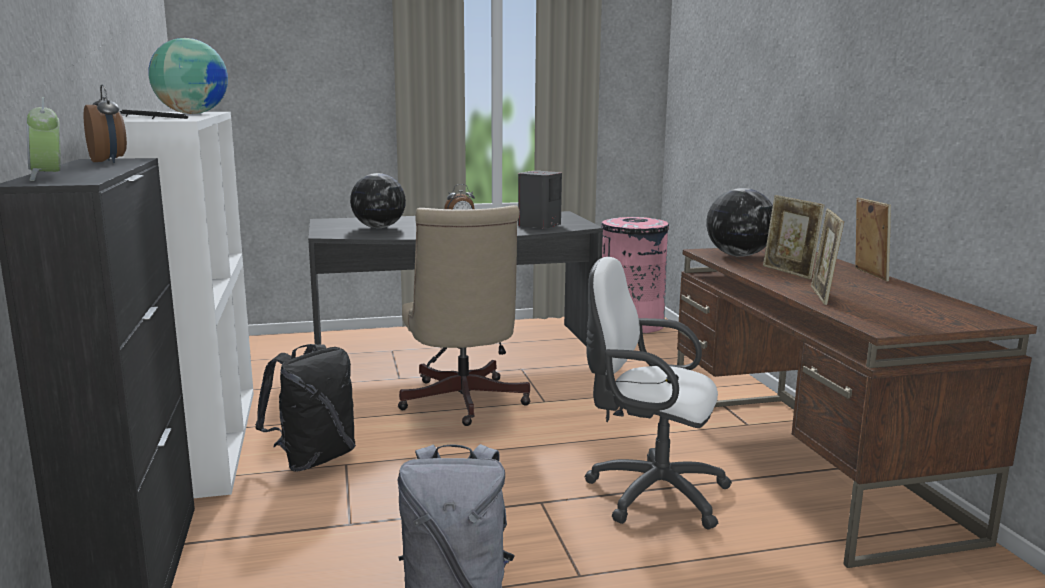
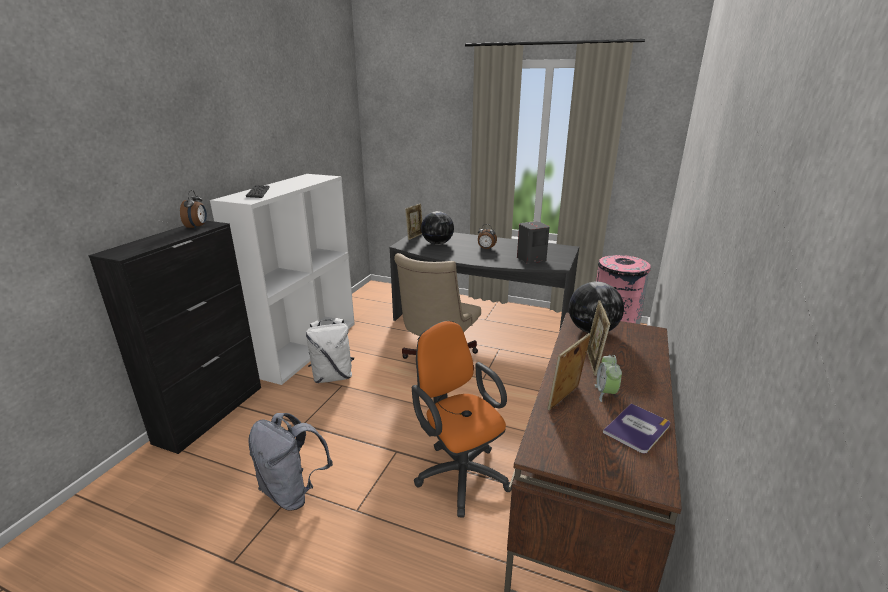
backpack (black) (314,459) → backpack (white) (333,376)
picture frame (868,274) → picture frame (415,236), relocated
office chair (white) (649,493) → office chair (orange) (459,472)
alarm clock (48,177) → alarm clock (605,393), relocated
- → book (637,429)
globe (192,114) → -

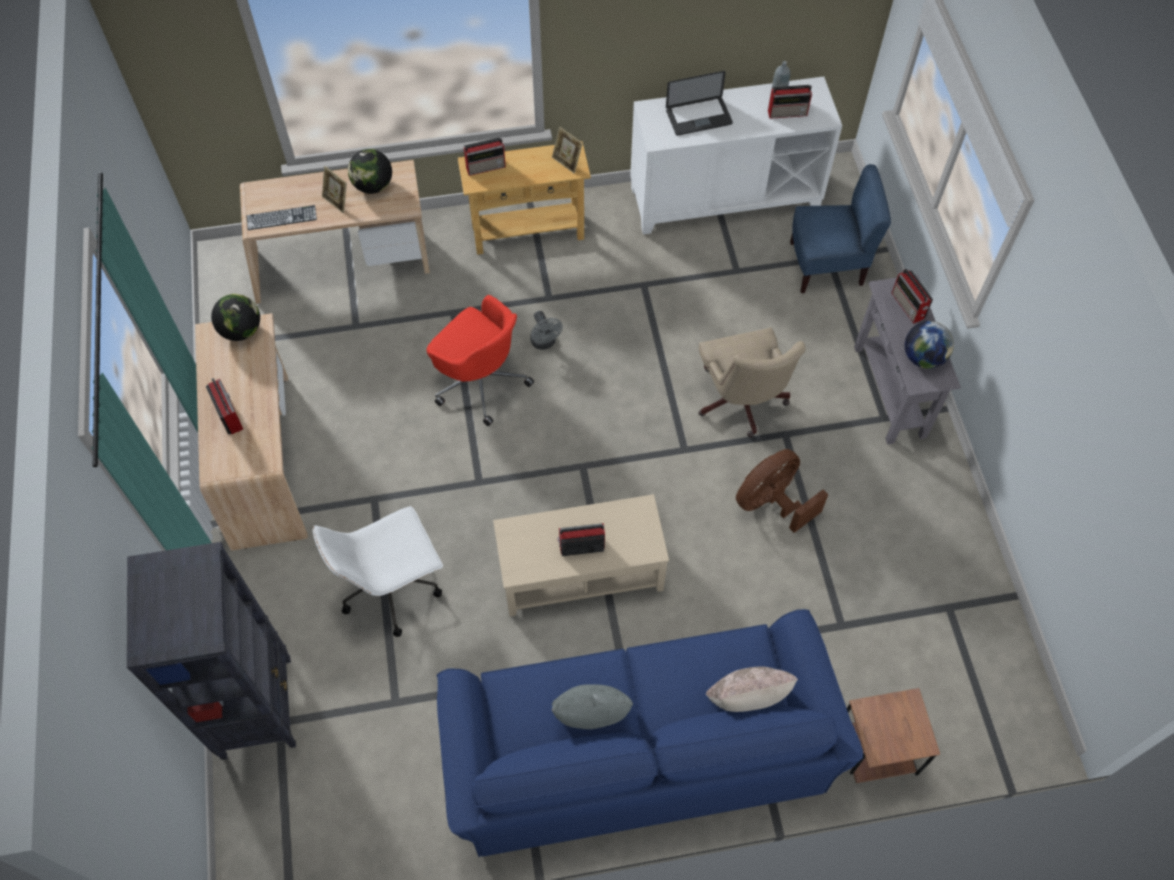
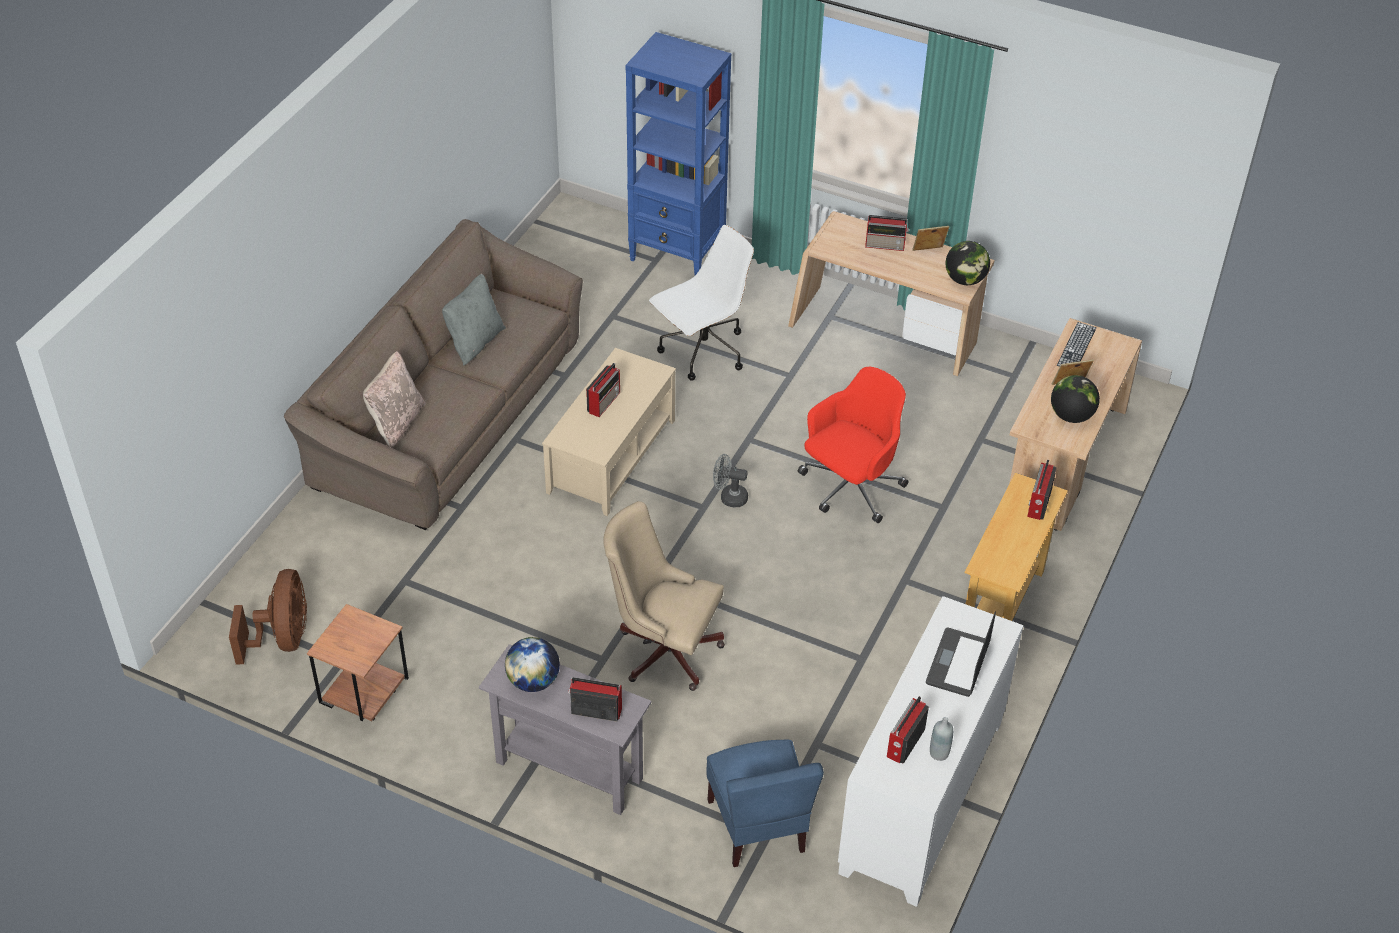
fan (brown) (772,503) → fan (brown) (283,639), relocated
sofa (blue) (637,746) → sofa (brown) (449,414)
side table (brown) (873,755) → side table (brown) (365,698), relocated
bookcase (black) (257,706) → bookcase (blue) (677,255)
office chair (white) (392,587) → office chair (white) (702,352), 45 degrees clockwise
chair (blue) (826,265) → chair (blue) (758,826), 45 degrees counterclockwise
fan (grey) (544,343) → fan (grey) (729,497), relocated
office chair (red) (480,380) → office chair (red) (850,488), 150 degrees clockwise
picture frame (567,162) → picture frame (928,252), relocated

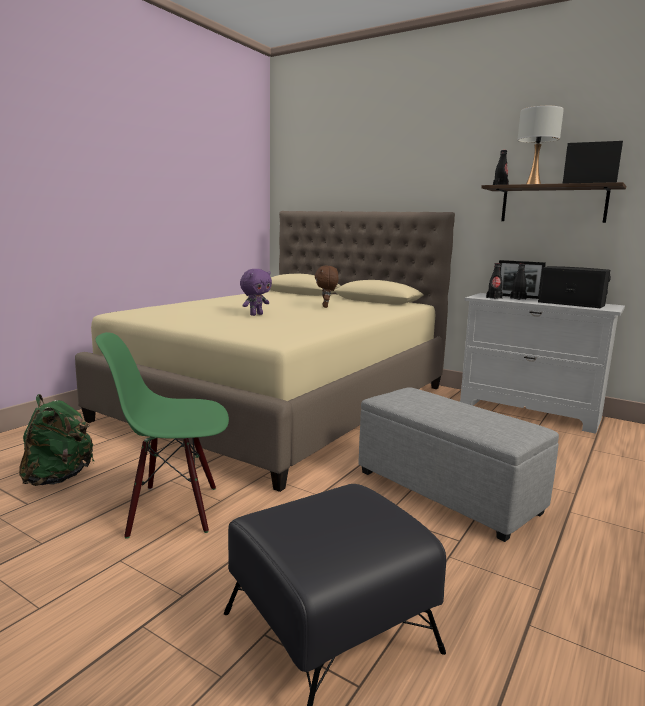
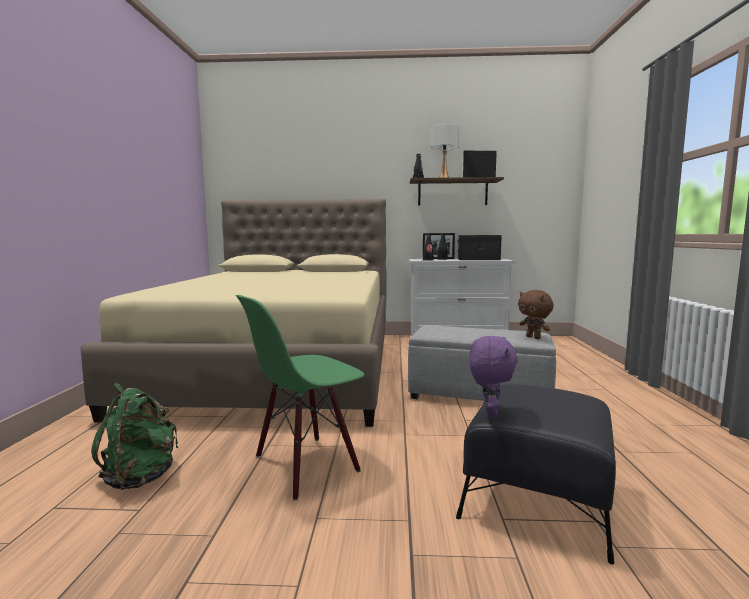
plush toy (purple) (256,314) → plush toy (purple) (489,413), relocated
plush toy (brown) (326,306) → plush toy (brown) (534,337), relocated

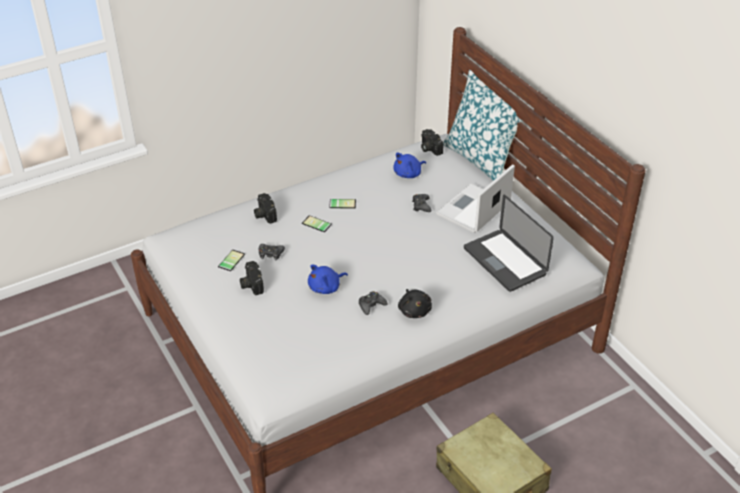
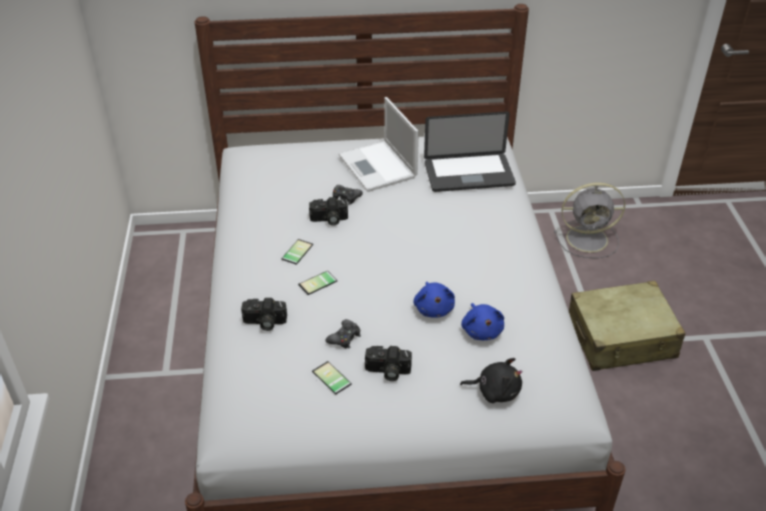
photo camera (429,148) → photo camera (329,220), relocated
plush toy (black) (414,310) → plush toy (black) (495,391), relocated
plush toy (blue) (408,174) → plush toy (blue) (481,330), relocated
- → fan (grey) (589,239)
game controller (black) (371,305) → -
pillow (481,159) → -

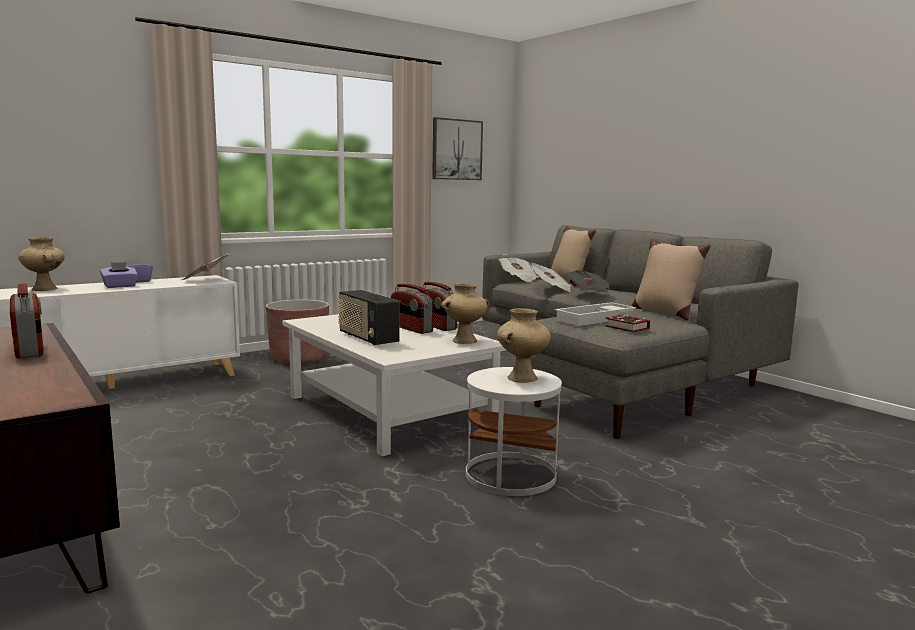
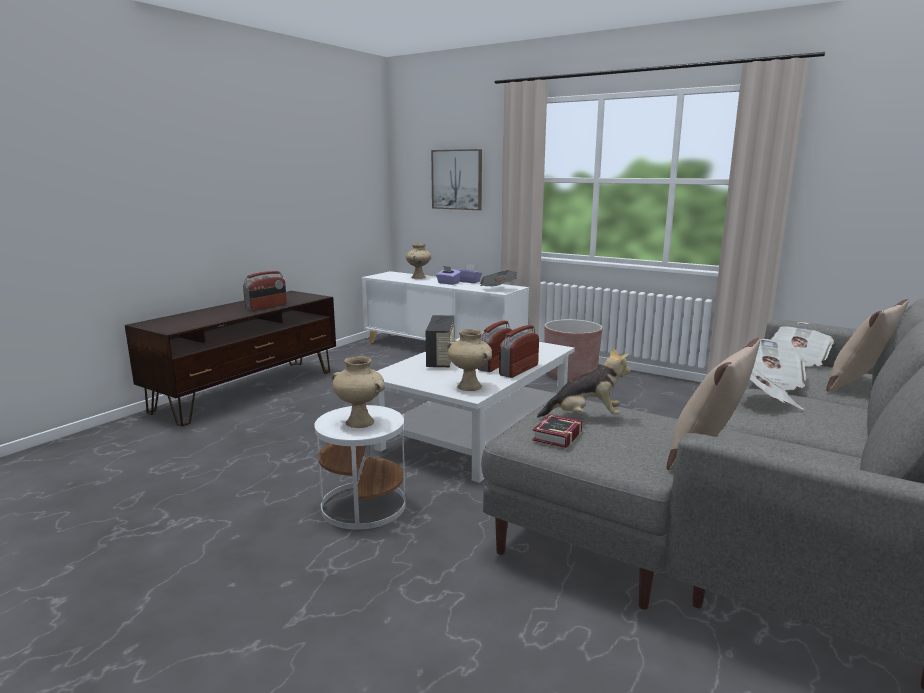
radio (367,338) → radio (441,359), 150 degrees clockwise
picture (456,149) → picture (457,179), relocated
tray (white) (595,319) → plush toy (585,417)

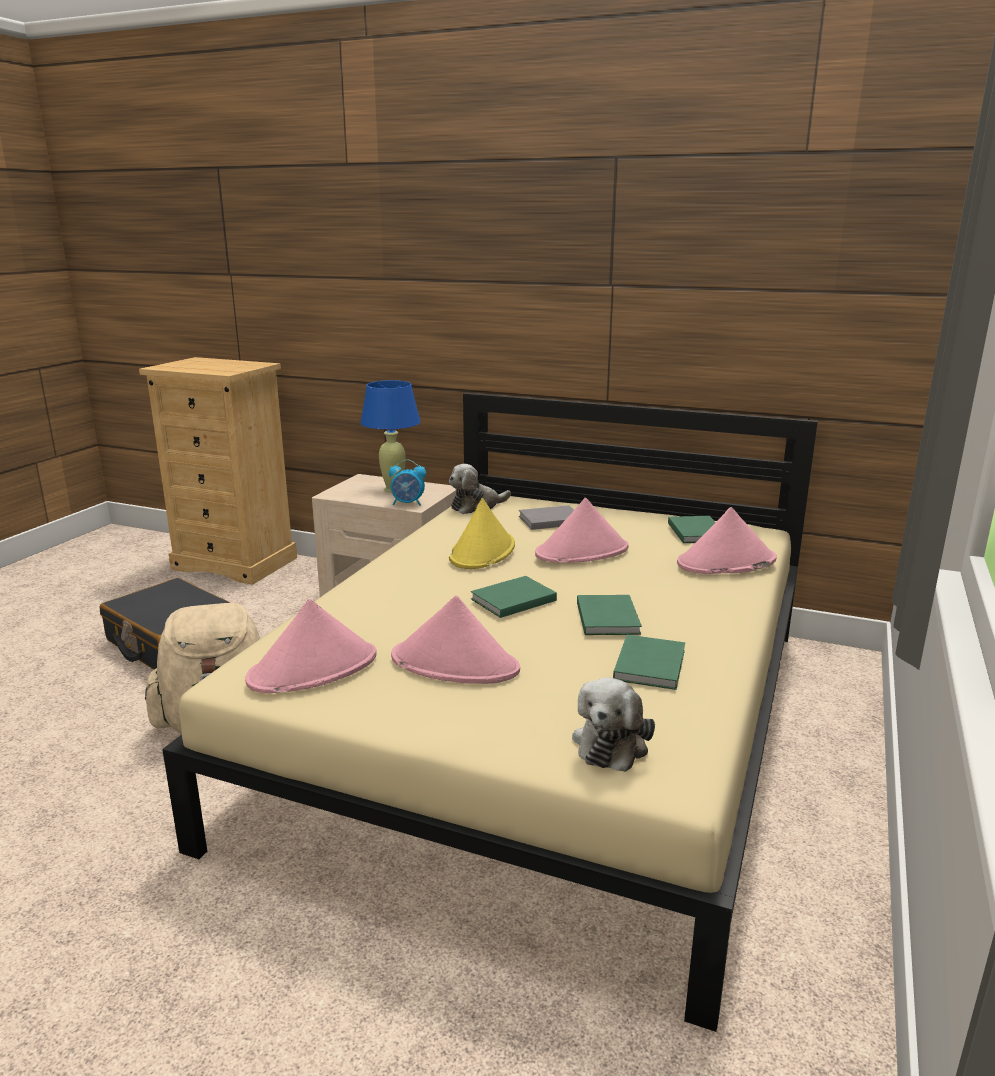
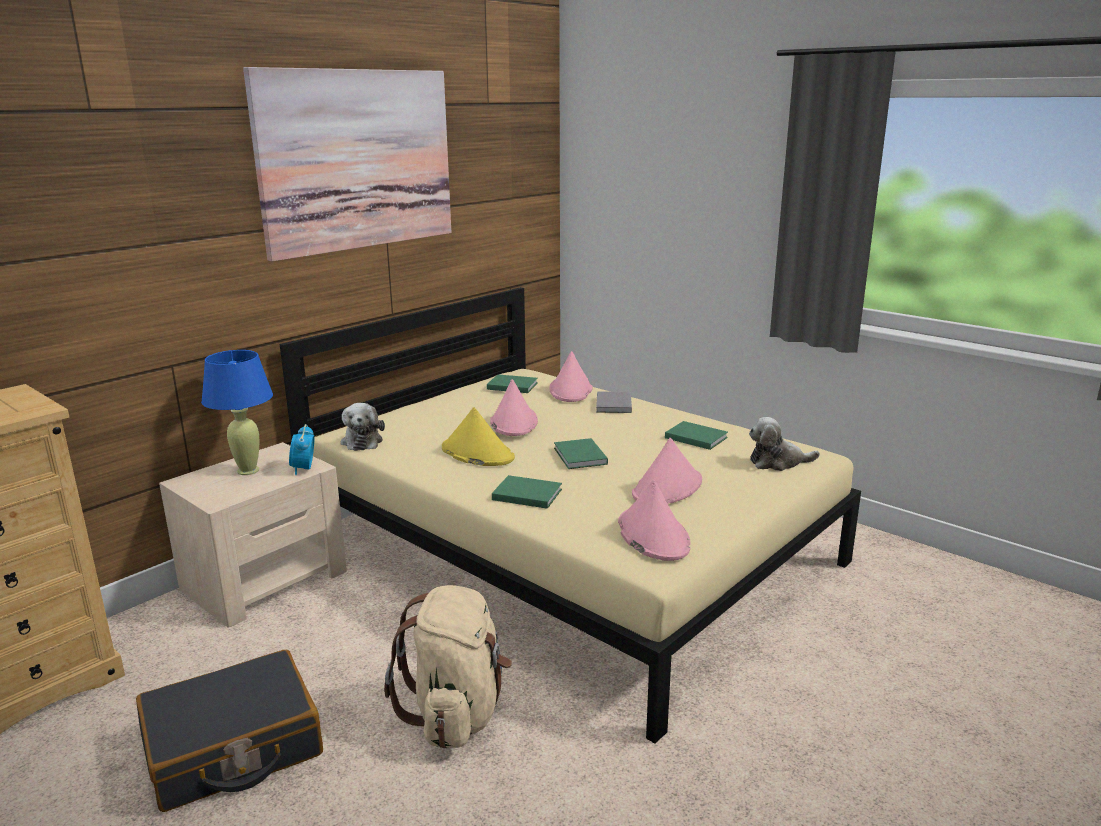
- → picture (357,160)
alarm clock (408,504) → alarm clock (304,469), 150 degrees clockwise
book (green) (608,617) → book (green) (526,494), relocated
book (grey) (548,520) → book (grey) (613,405), relocated
plush toy (612,742) → plush toy (778,462), 135 degrees clockwise

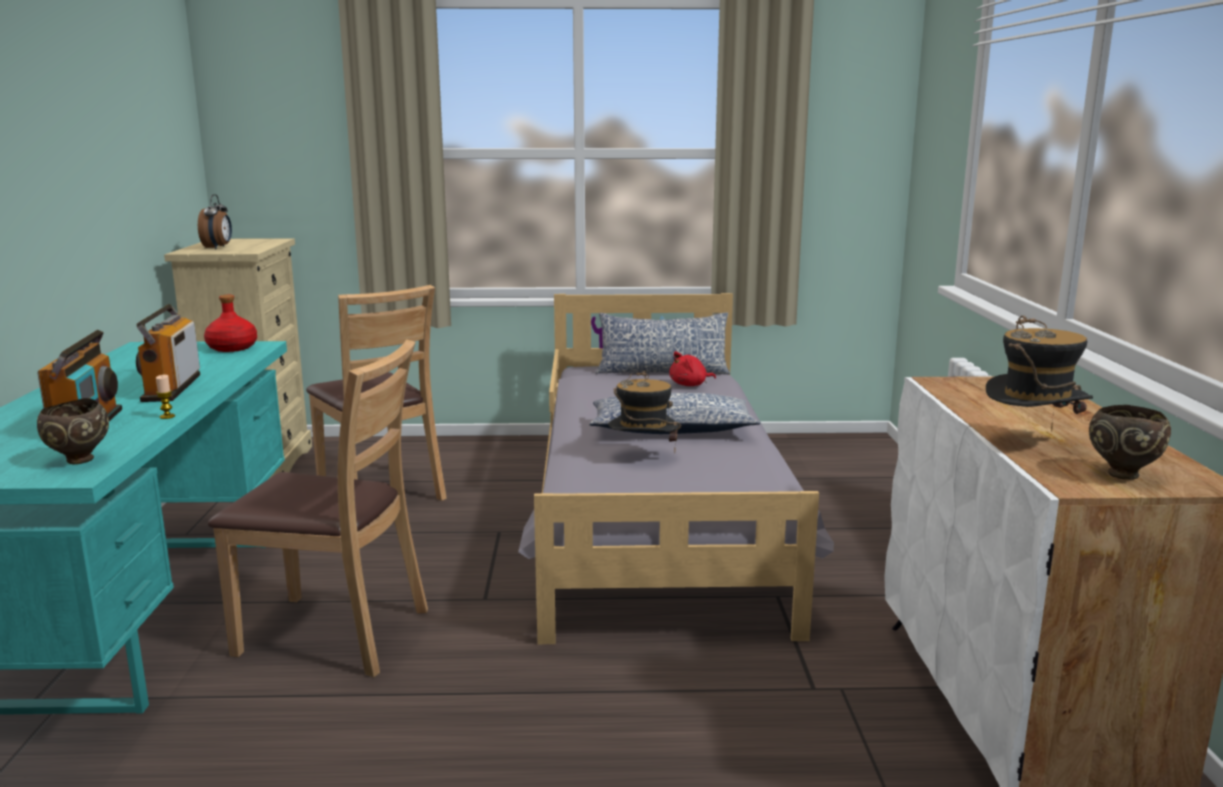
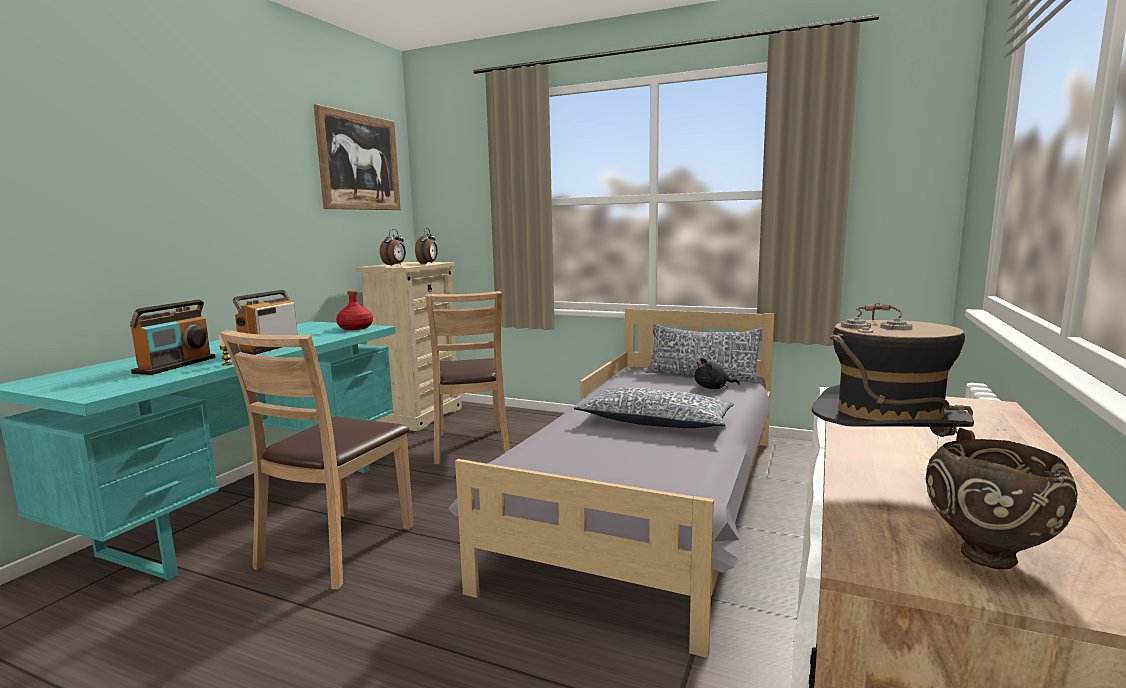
chair (brown) (335,633) → chair (brown) (337,548), 75 degrees clockwise
- → picture (359,162)
- → alarm clock (428,263)
plush toy (red) (690,385) → plush toy (black) (713,388)
bowl (brown) (78,461) → -
hat (643,457) → -

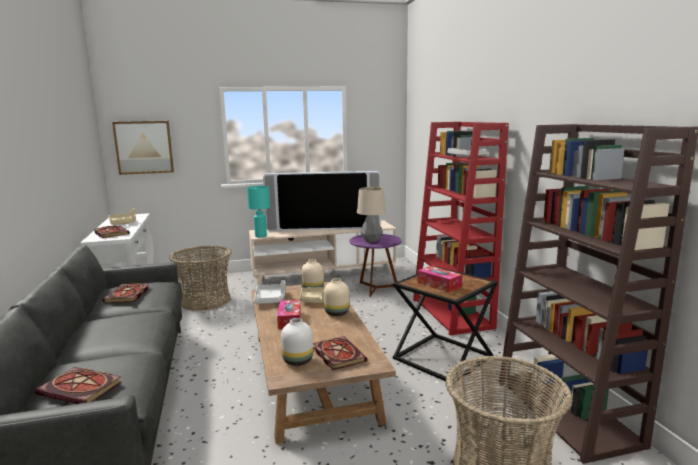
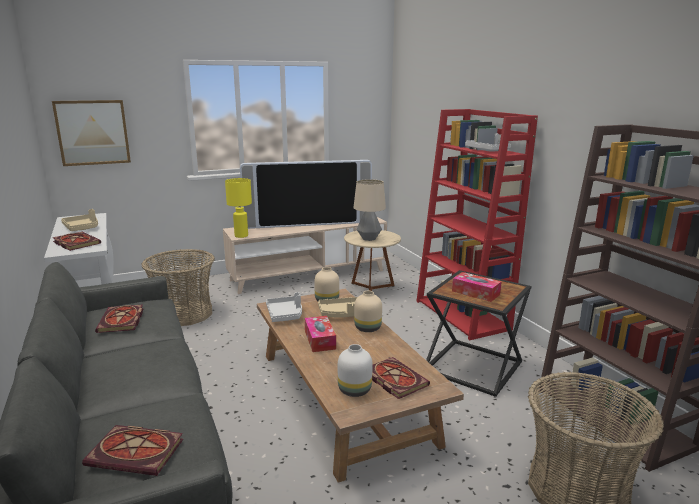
table lamp (turquoise) (261,236) → table lamp (yellow) (241,236)
side table (purple) (375,288) → side table (beige) (371,289)

